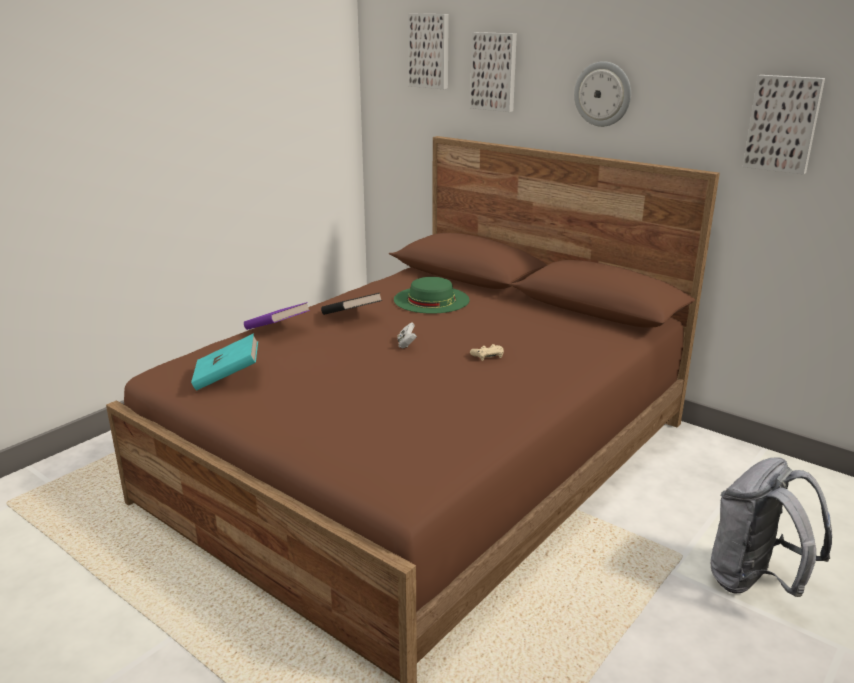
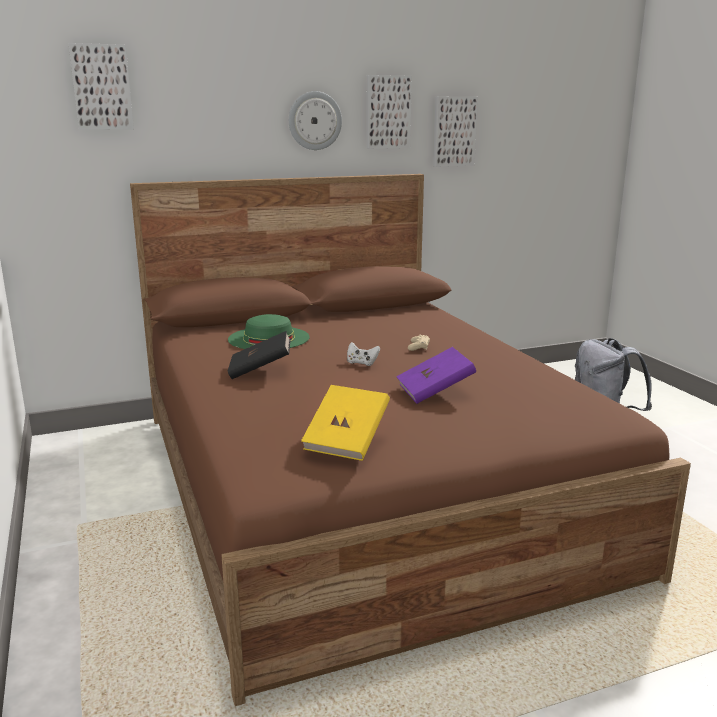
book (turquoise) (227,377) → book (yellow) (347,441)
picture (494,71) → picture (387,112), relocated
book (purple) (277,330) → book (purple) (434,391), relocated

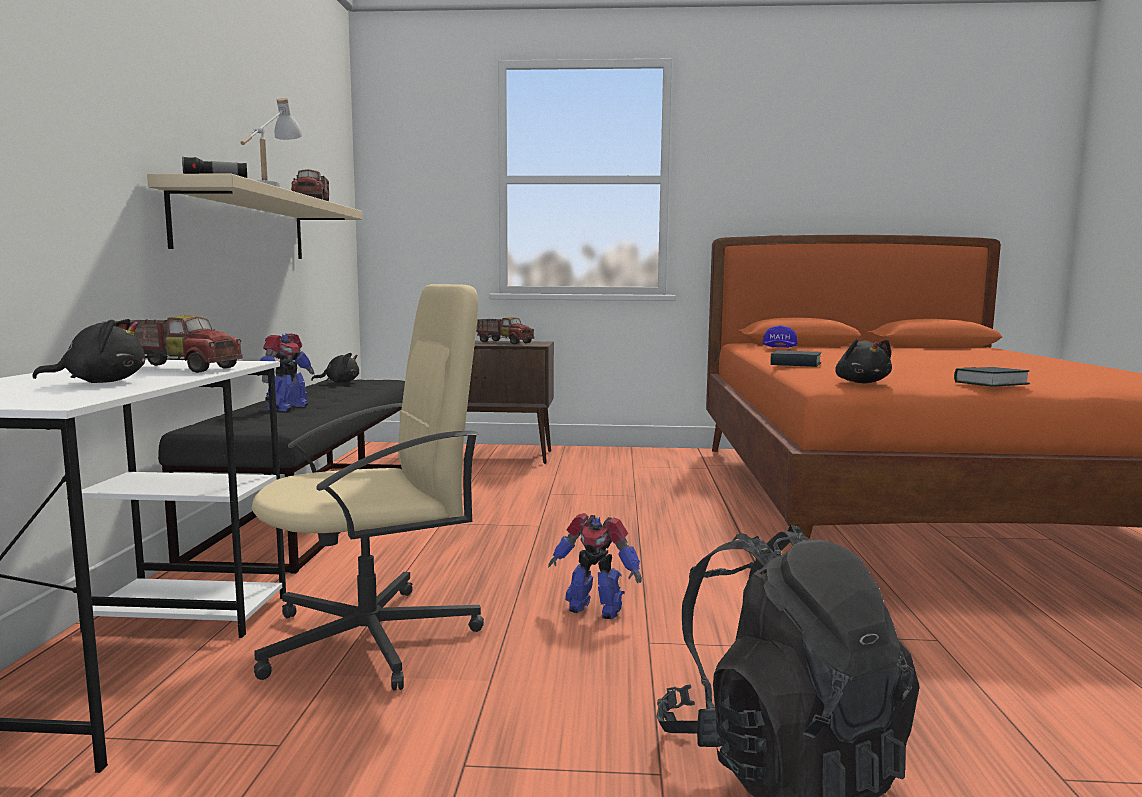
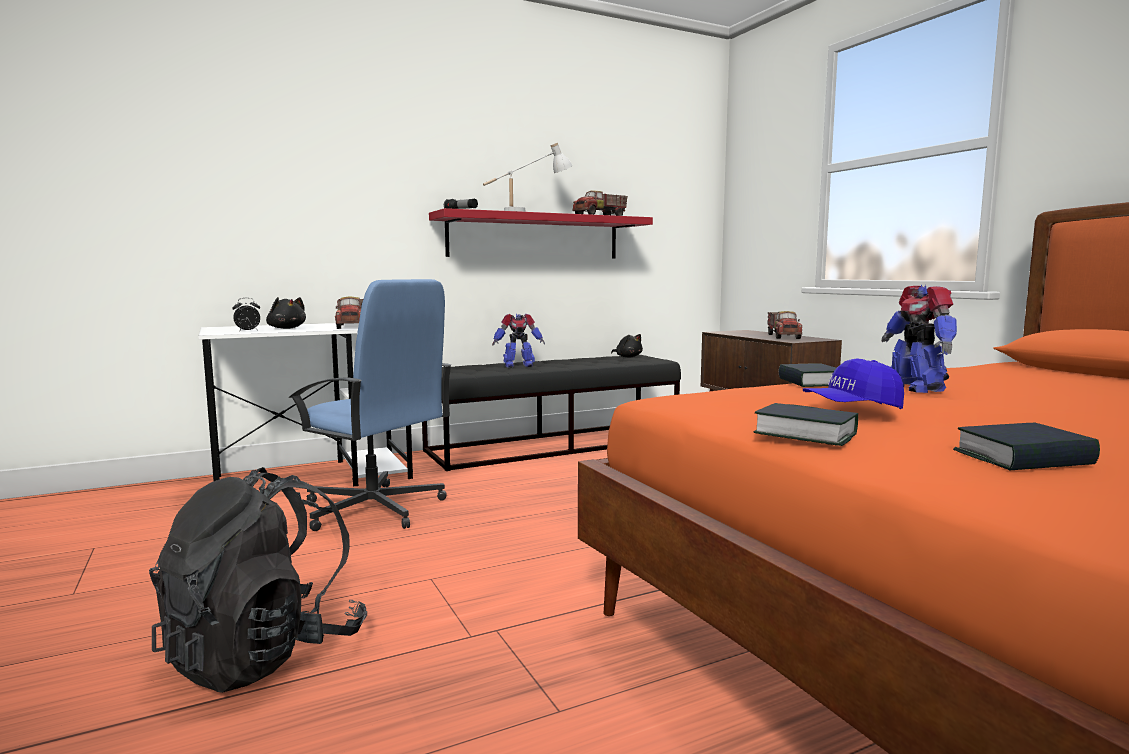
- → alarm clock (248,331)
office chair (beige) (373,638) → office chair (blue) (374,509)
shelf (beige) (243,225) → shelf (red) (535,237)
cap (blue) (779,349) → cap (blue) (852,408), relocated
toy robot (594,608) → toy robot (916,387), relocated
- → book (1023,458)
plush toy (black) (861,382) → -

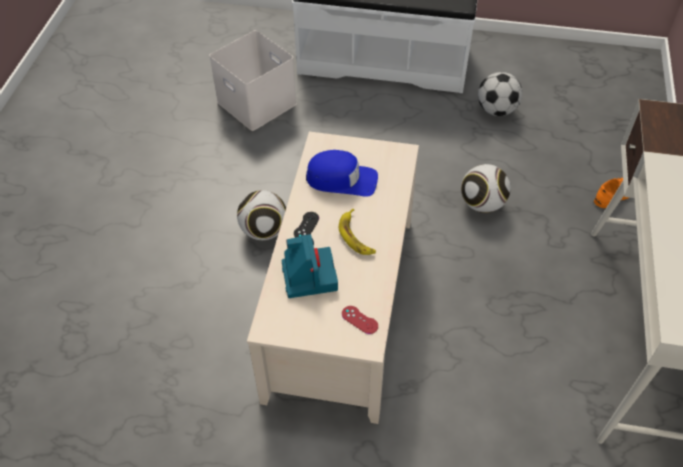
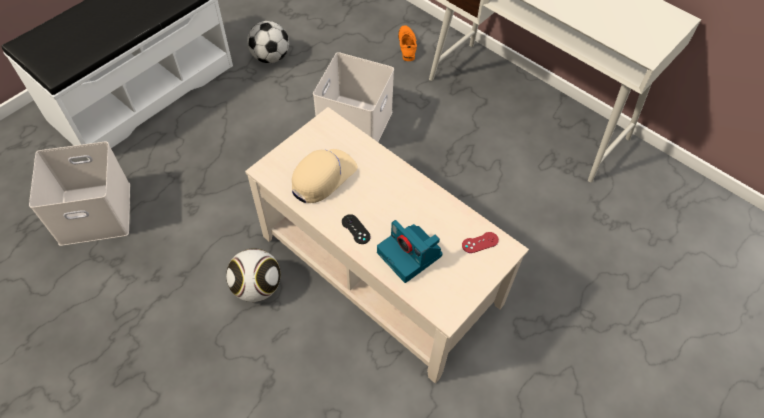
cap (blue) (342,179) → cap (beige) (323,177)
football (482,204) → storage box (white) (354,122)
photo camera (308,275) → photo camera (410,255), 150 degrees counterclockwise
banana (356,236) → -

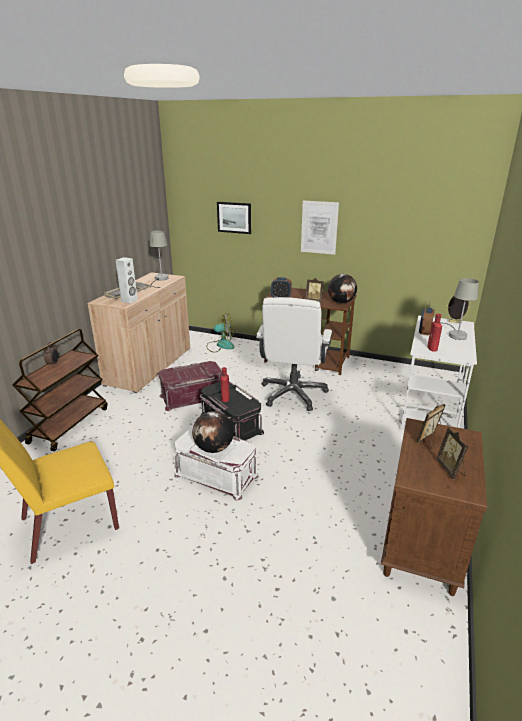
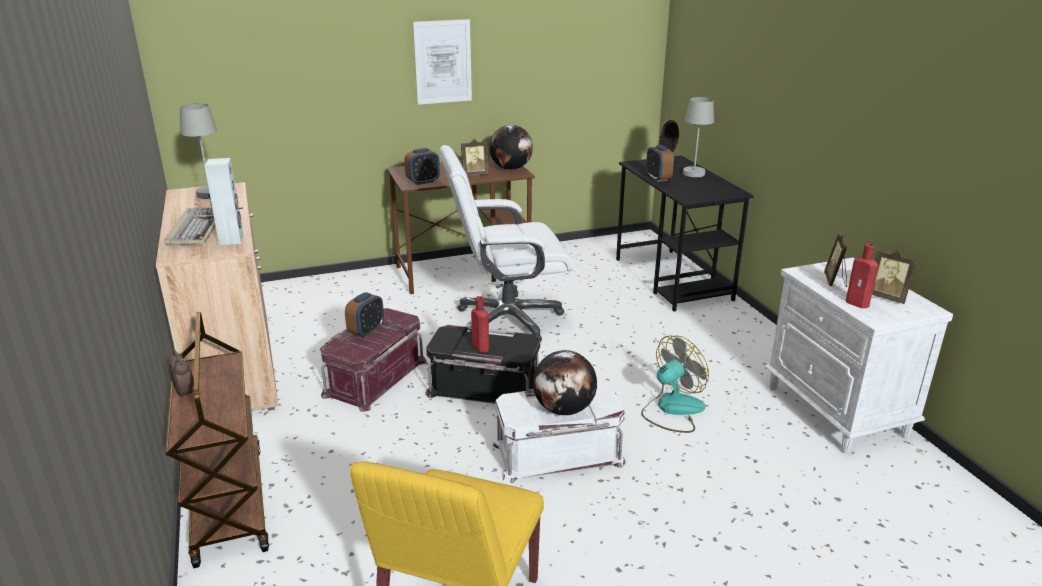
- → alarm clock (366,331)
office chair (white) (293,394) → office chair (white) (507,319), 105 degrees clockwise
desk (white) (430,409) → desk (black) (673,279)
fan (221,345) → fan (672,410), relocated
nightstand (brown) (422,546) → nightstand (white) (837,411)
bottle (red) (432,349) → bottle (red) (858,304), relocated
picture (234,217) → -

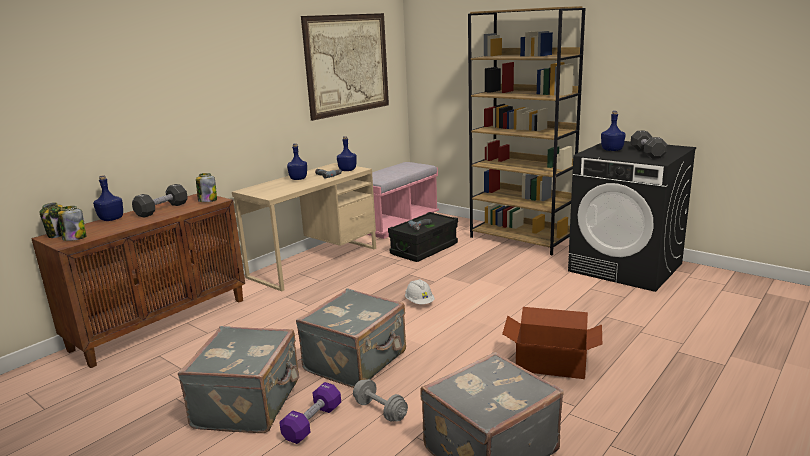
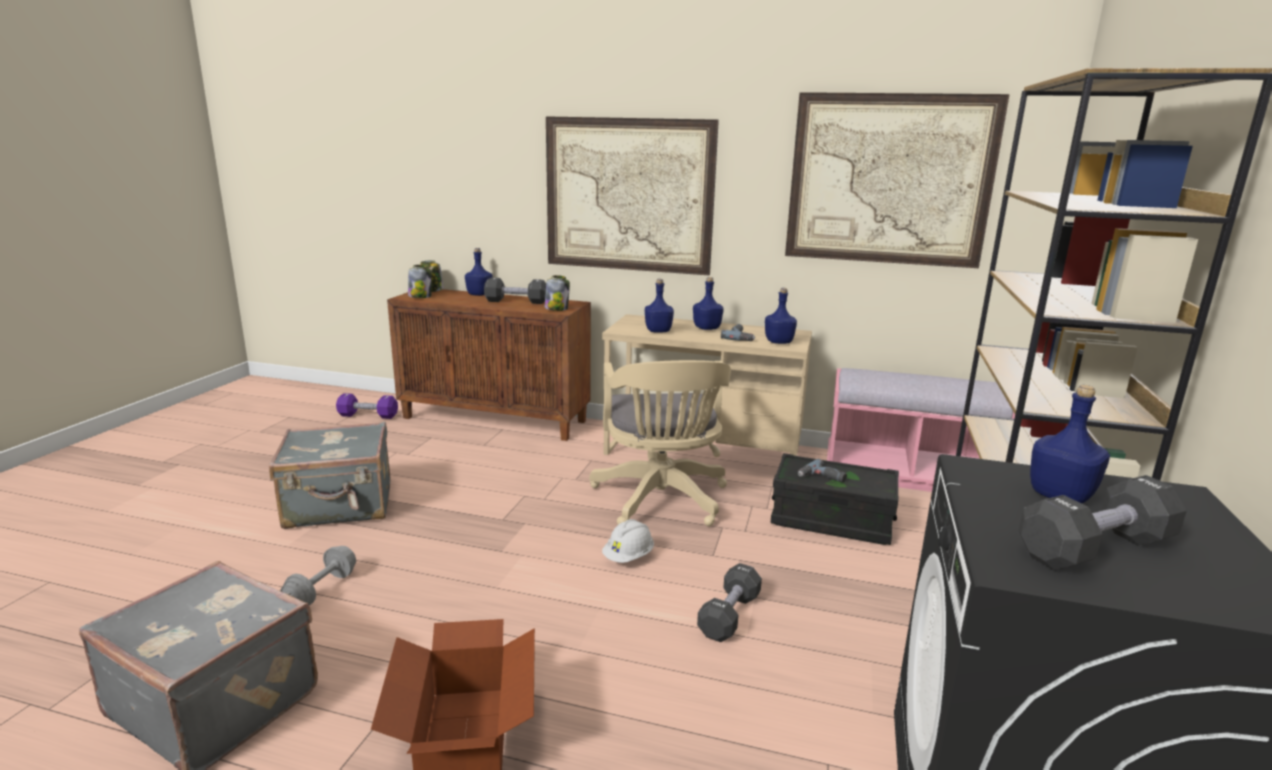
dumbbell (purple) (312,423) → dumbbell (purple) (368,416), relocated
- → picture (628,195)
- → office chair (beige) (661,501)
- → bottle (blue) (658,331)
- → dumbbell (black) (729,615)
suitcase (grey) (357,361) → -

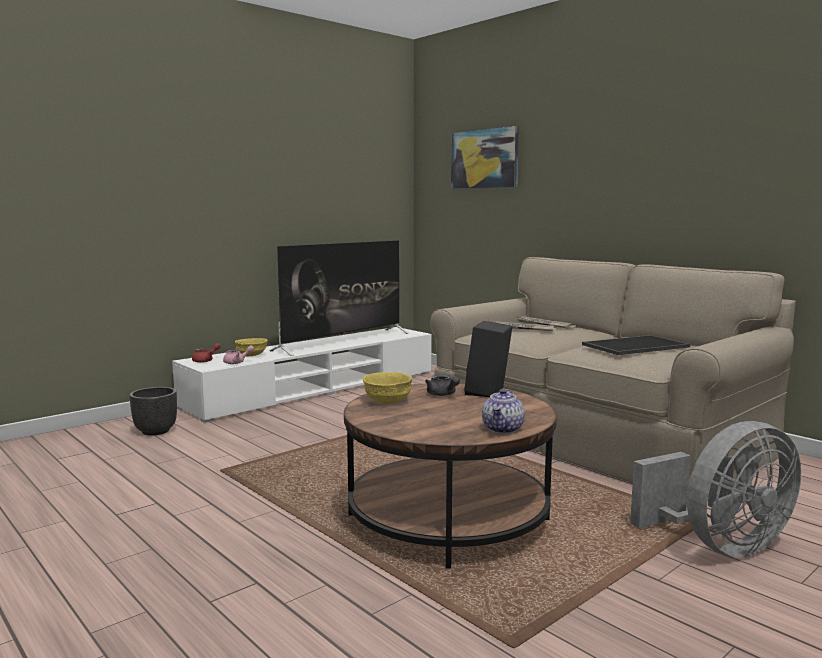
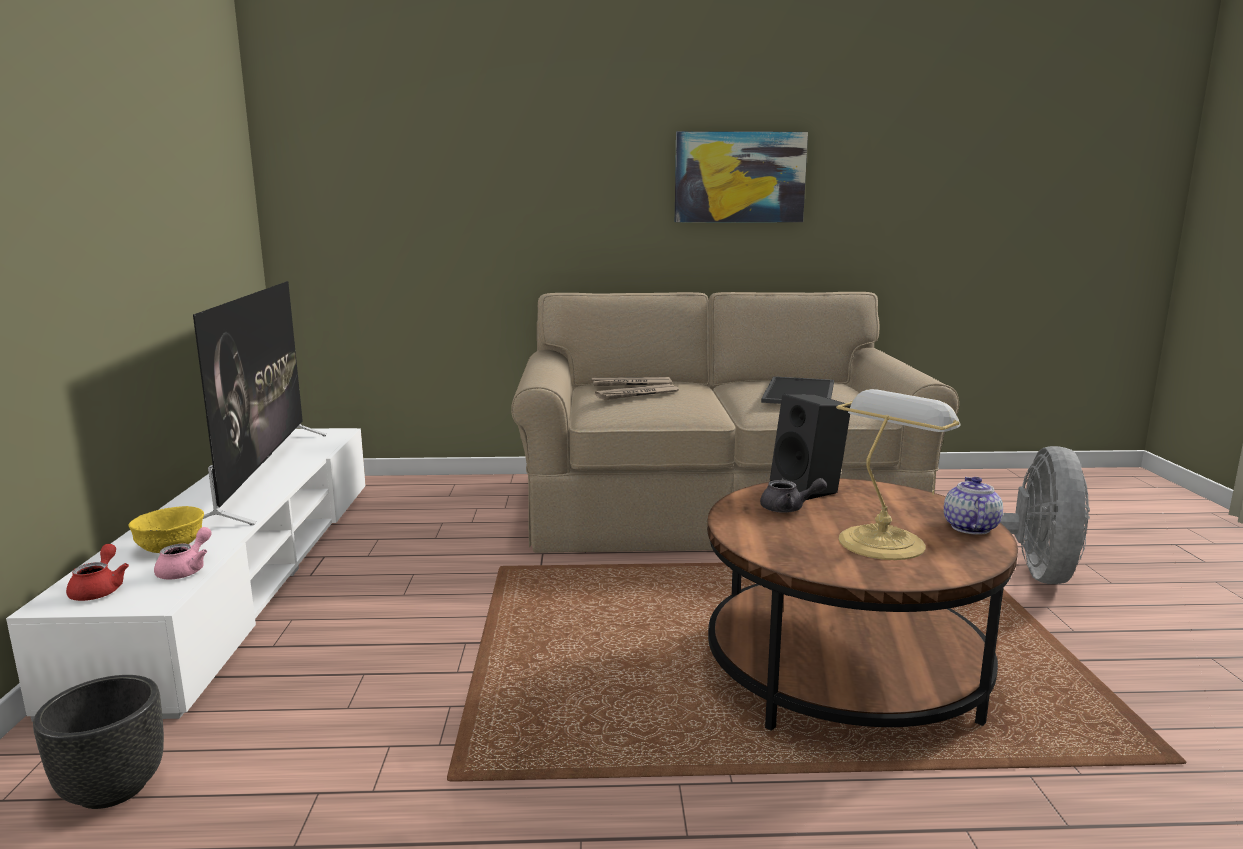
picture (484,159) → picture (739,177), relocated
- → table lamp (883,541)
teapot (503,429) → teapot (969,527), 135 degrees counterclockwise
bowl (yellow) (388,401) → -

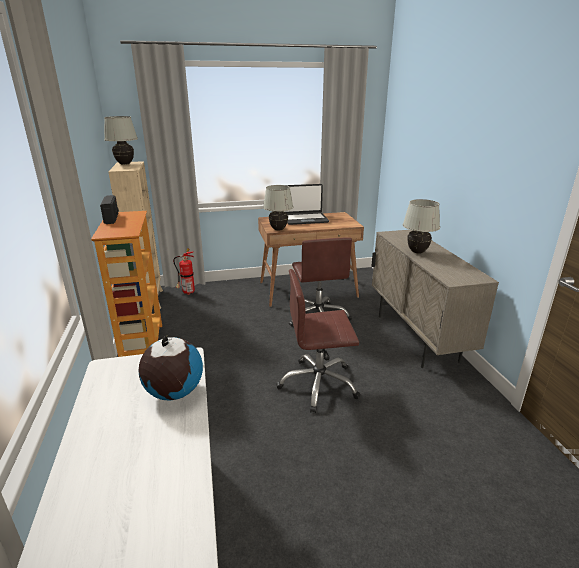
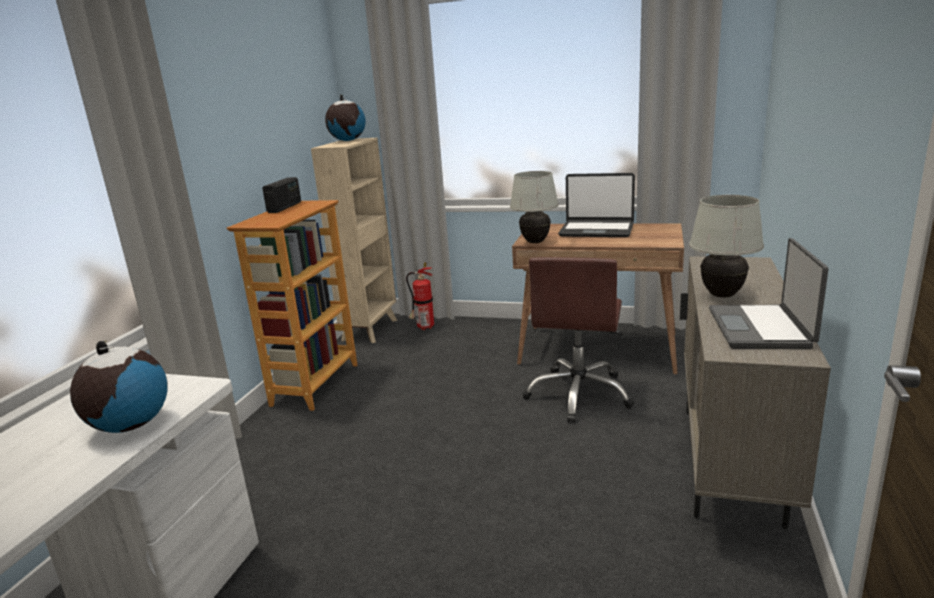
table lamp (white) (125,164) → globe (347,140)
- → laptop (761,328)
office chair (brown) (318,385) → -

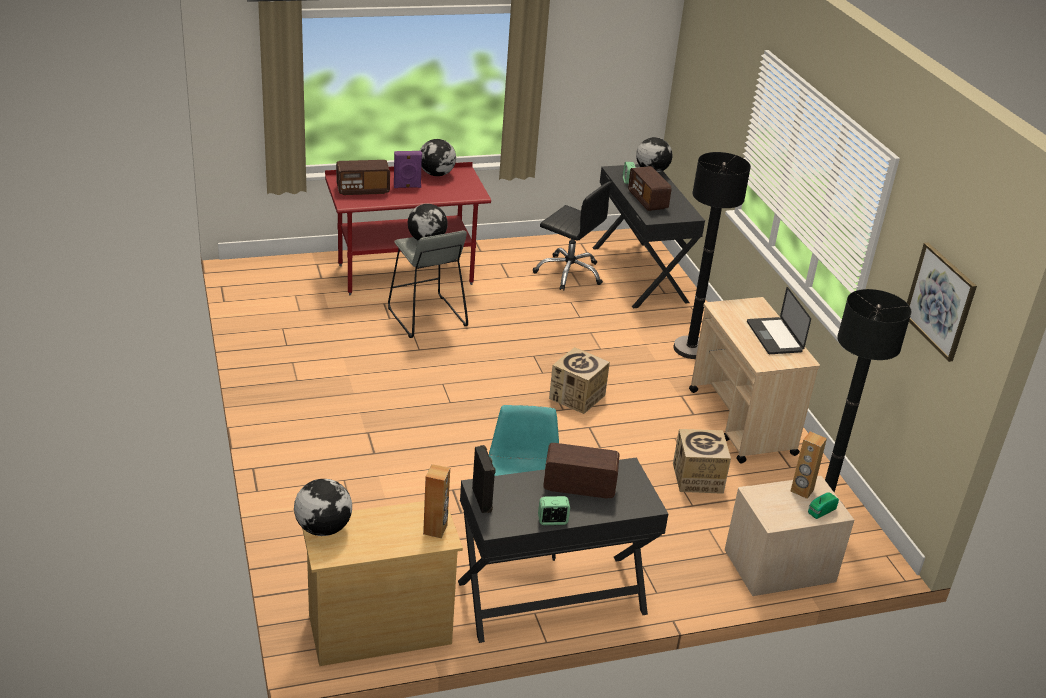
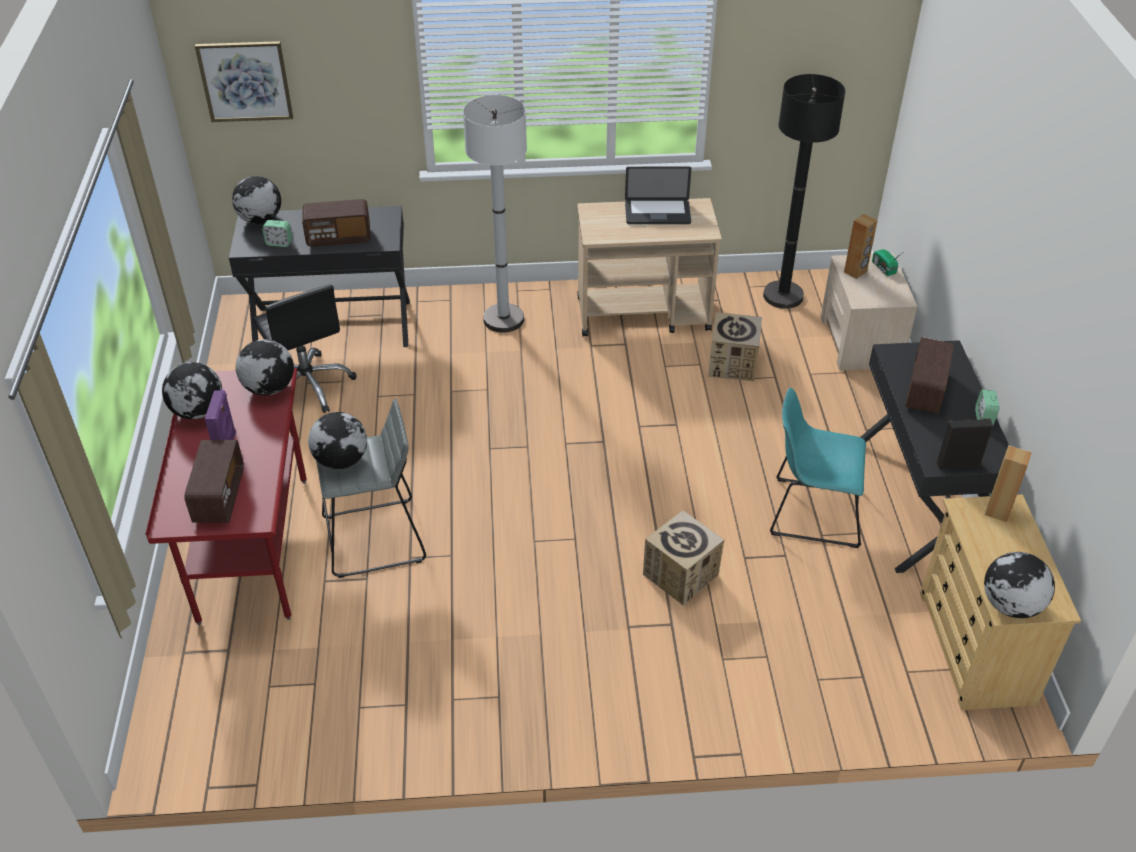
picture (940,301) → picture (245,81), relocated
- → globe (269,387)
office chair (black) (569,273) → office chair (black) (308,385), 105 degrees clockwise
floor lamp (black) (691,349) → floor lamp (white) (503,319)
cardboard box (577,397) → cardboard box (681,575), relocated

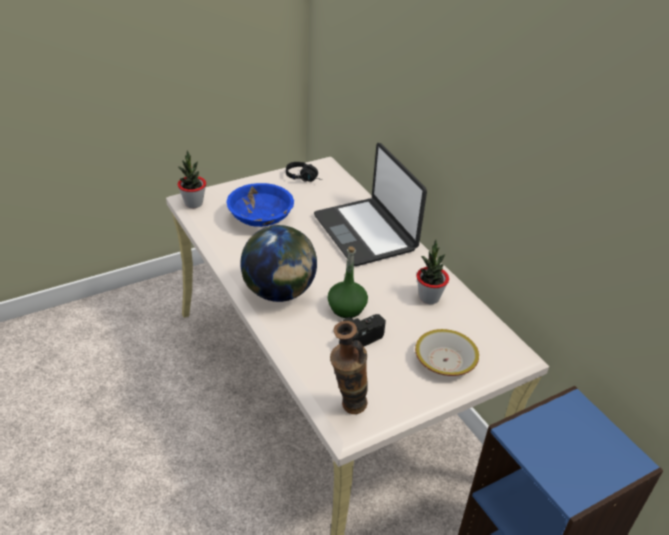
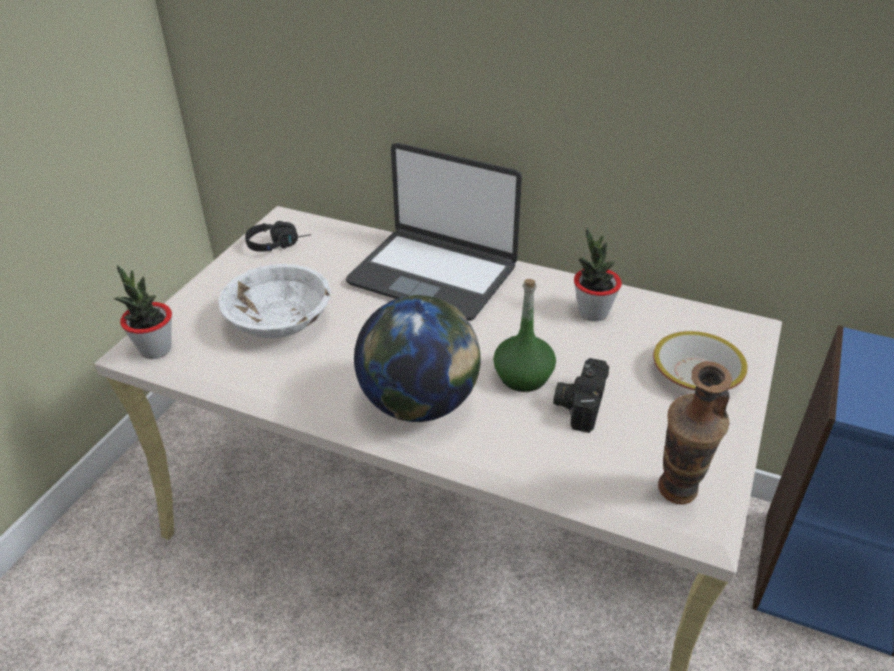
bowl (blue) (260,218) → bowl (white) (280,322)

